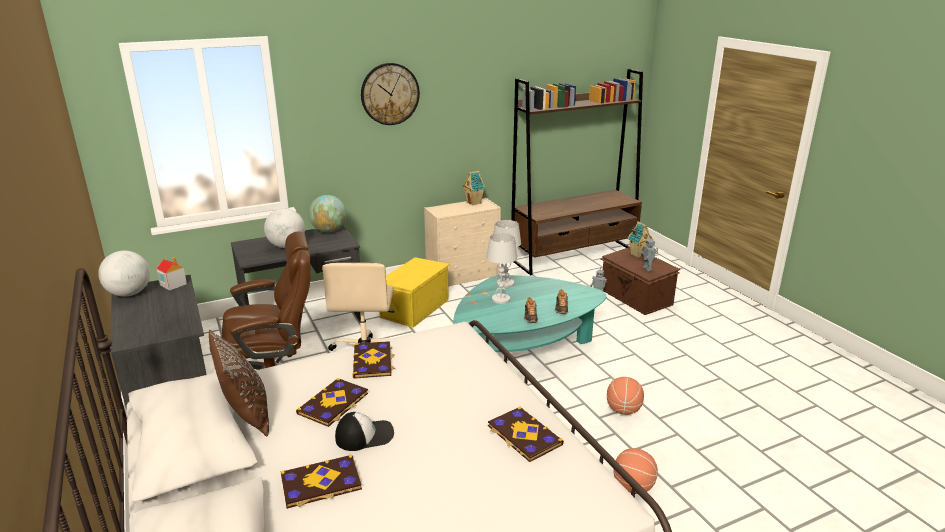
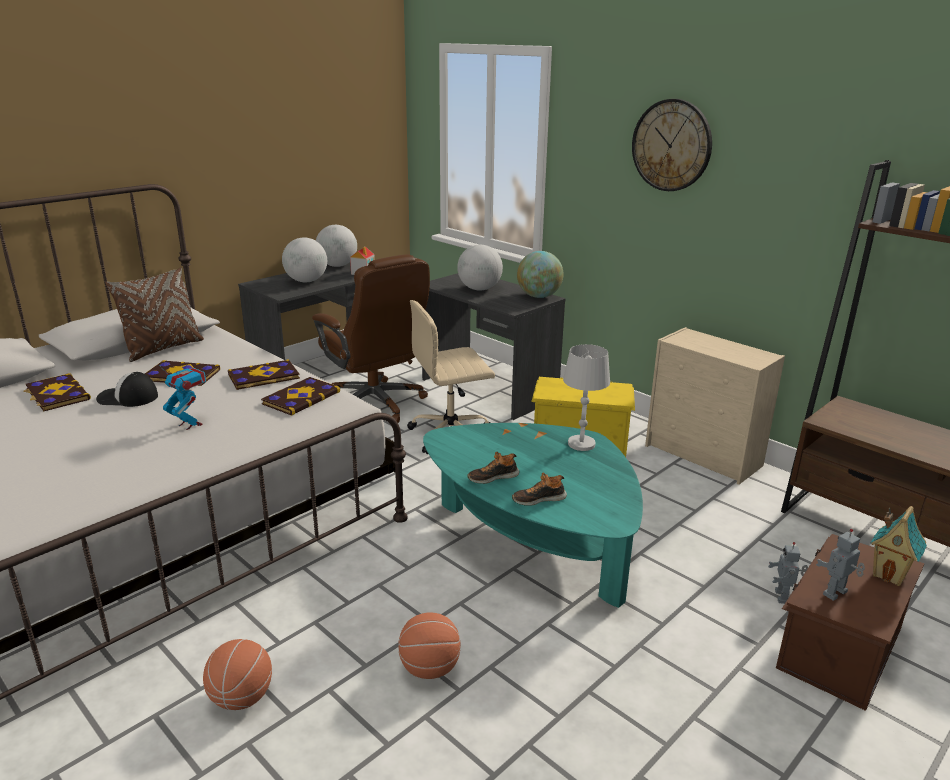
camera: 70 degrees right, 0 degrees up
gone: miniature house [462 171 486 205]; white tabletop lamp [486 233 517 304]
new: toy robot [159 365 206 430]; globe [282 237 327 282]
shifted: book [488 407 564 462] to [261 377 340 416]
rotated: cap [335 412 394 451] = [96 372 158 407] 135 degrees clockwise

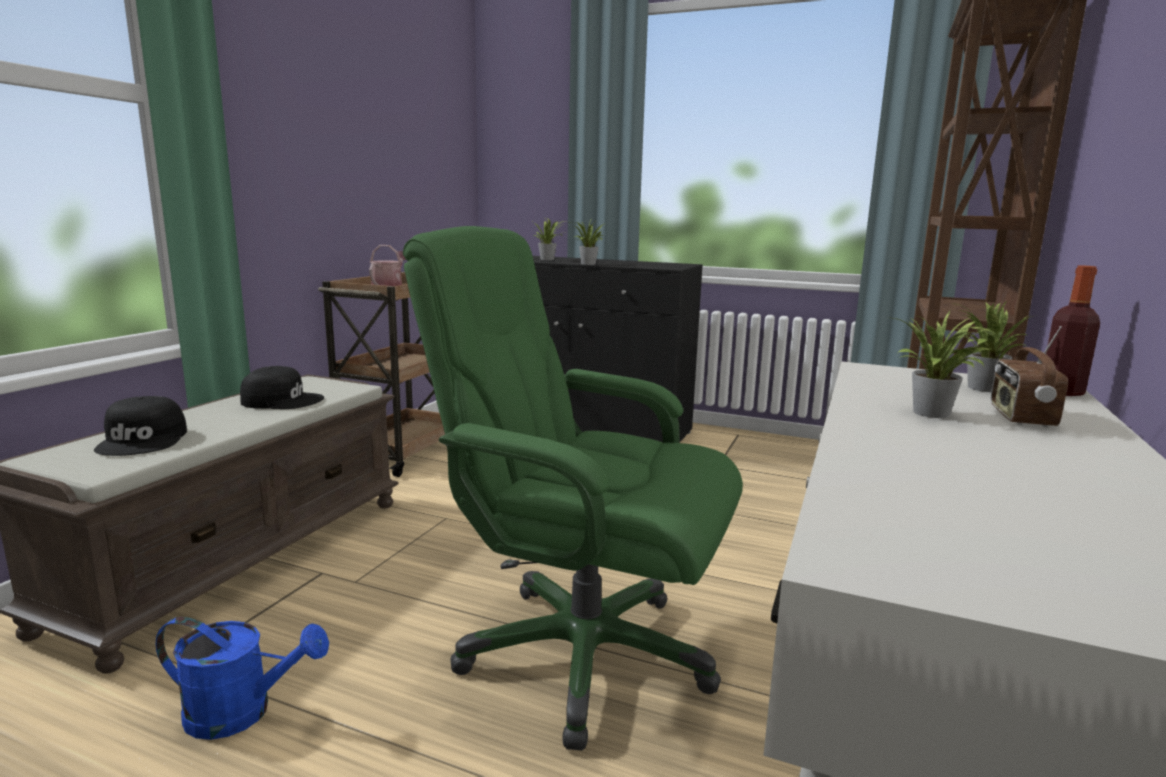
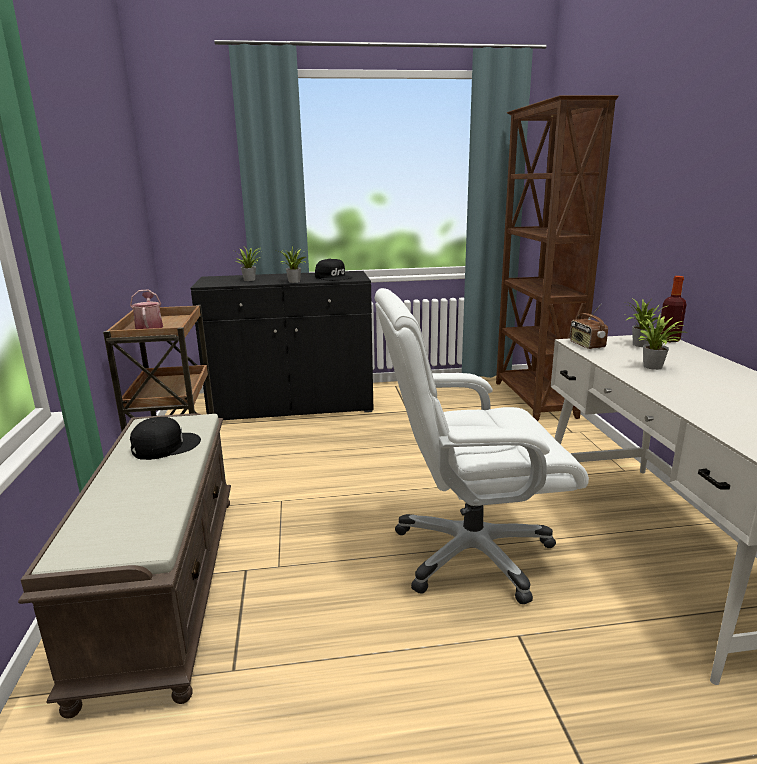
camera: 30 degrees left, 5 degrees up
gone: blue-coloured watering can [156 617 329 740]
shifted: black-coloured cap [94 396 187 456] to [315 258 352 281]; radio receiver [991 326 1068 427] to [570 304 608 349]
repainted: greenish computer chair [403 226 743 750] to white computer chair [375 288 589 605]

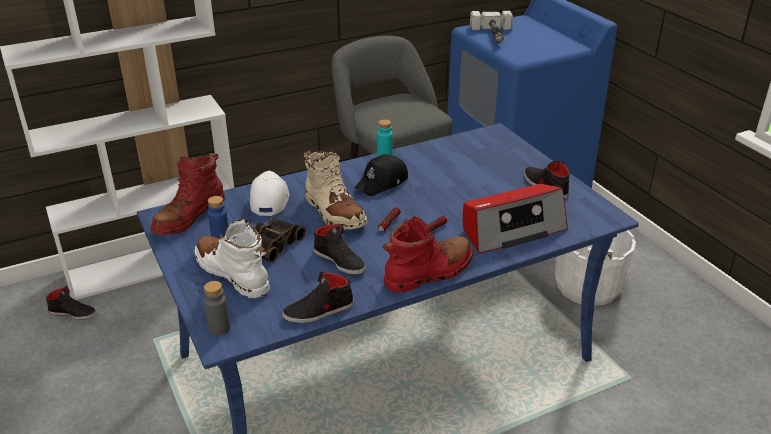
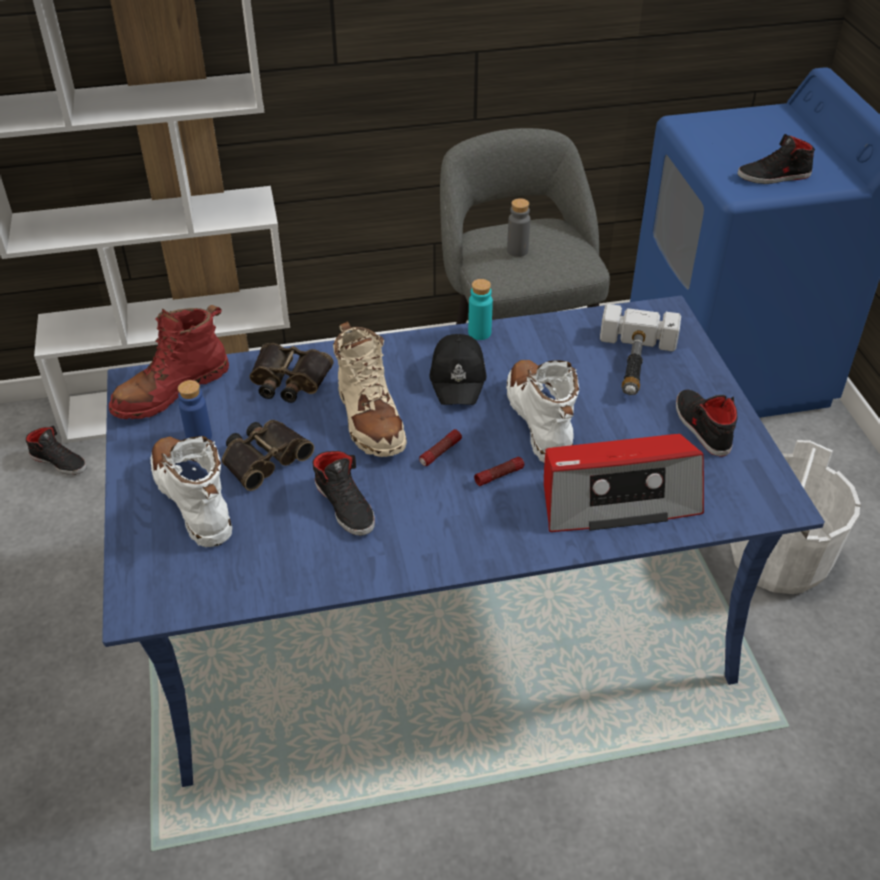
camera: 15 degrees right, 10 degrees up
gone: reddish boot [383 216 473 293]
new: white boot [506 360 579 463]
shifted: grey drink bottle [204 281 230 336] to [507 198 530 257]; hammer [470 11 513 43] to [600 304 681 395]; black-coloured item of footwear [282 272 354 323] to [737 134 815 184]
swapped: white cap [250 171 289 216] to binoculars [249 343 334 403]
rotated: black-coloured cap [354 154 408 196] = [430 334 486 405] 60 degrees counterclockwise

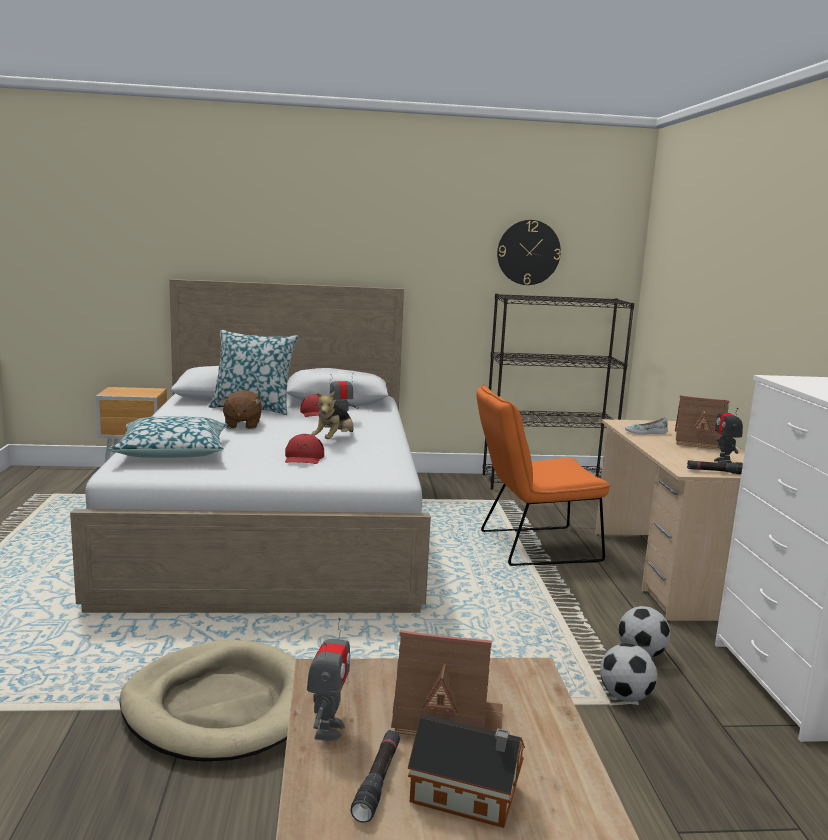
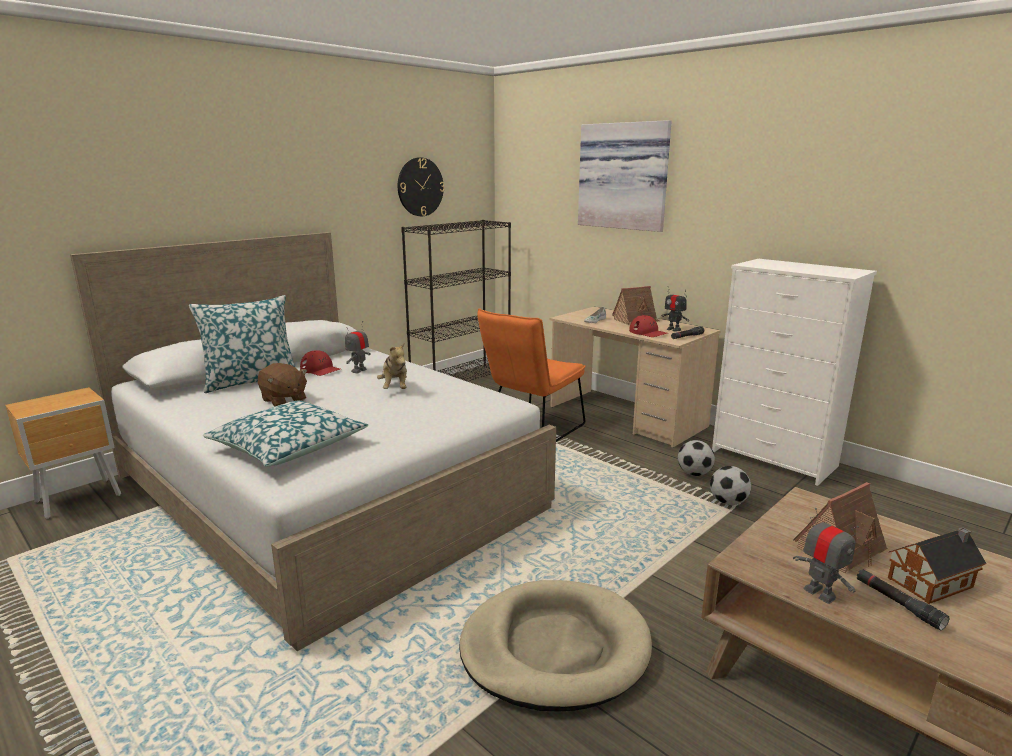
camera: 40 degrees left, 5 degrees up
new: picture [578 120 672 232]
shifted: reddish cap [285 434 324 464] to [629 315 668 337]

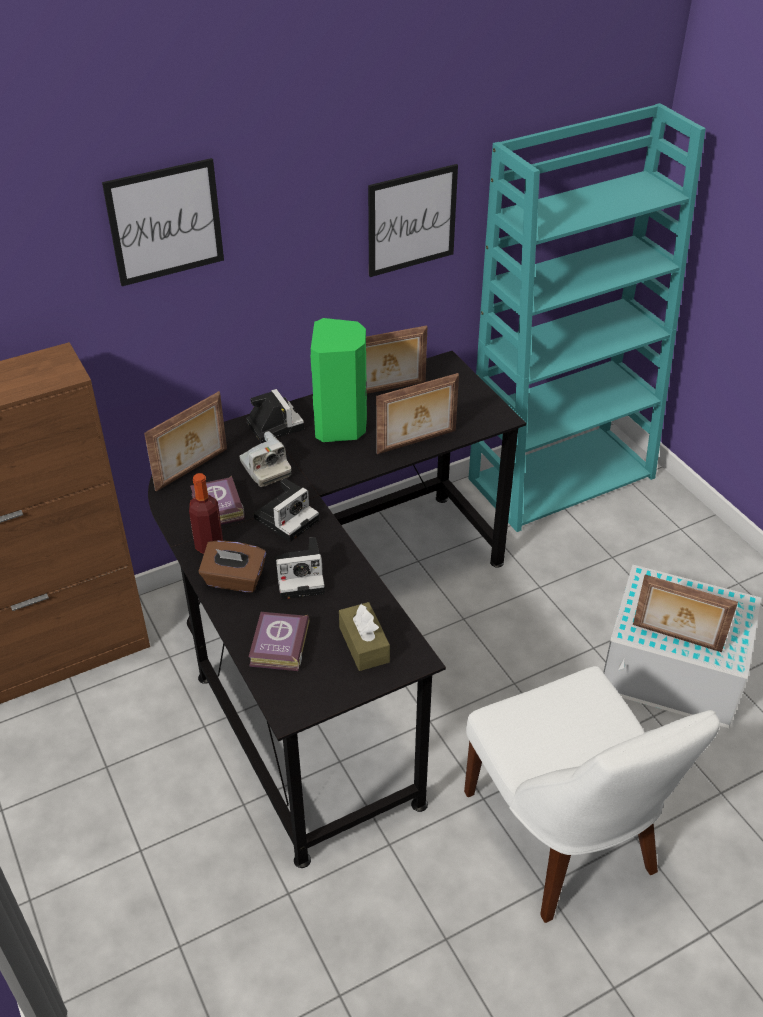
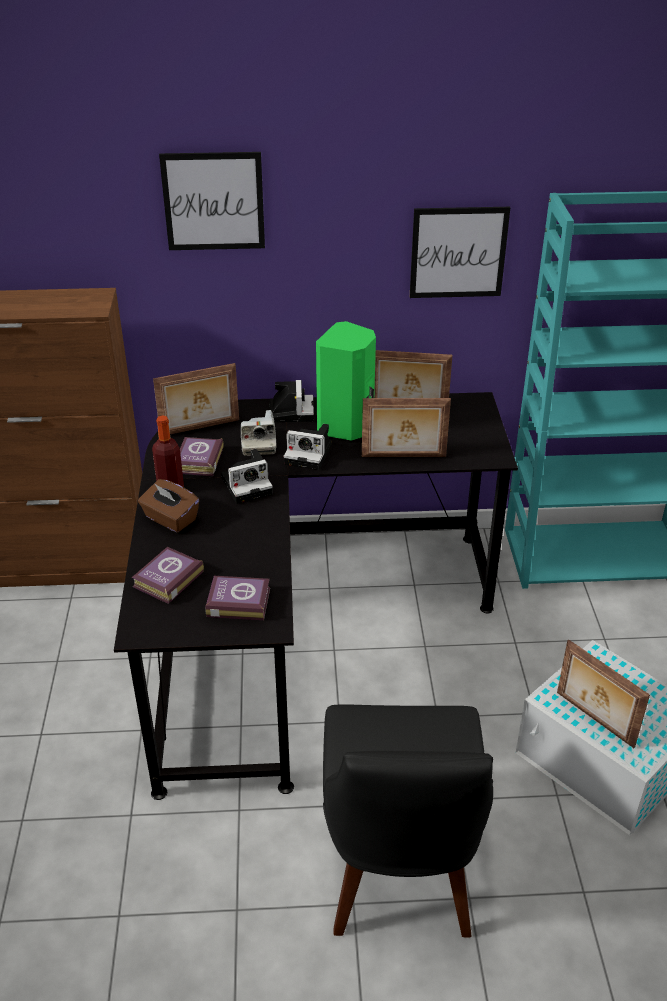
camera: 25 degrees right, 5 degrees down
shifted: still camera [275 537 325 600] to [283 424 331 470]
swapped: brown-coloured tissue holder [339 602 390 671] to book [205 576 270 620]
repainted: white chair [464 666 720 923] to black-coloured chair [323 704 493 938]

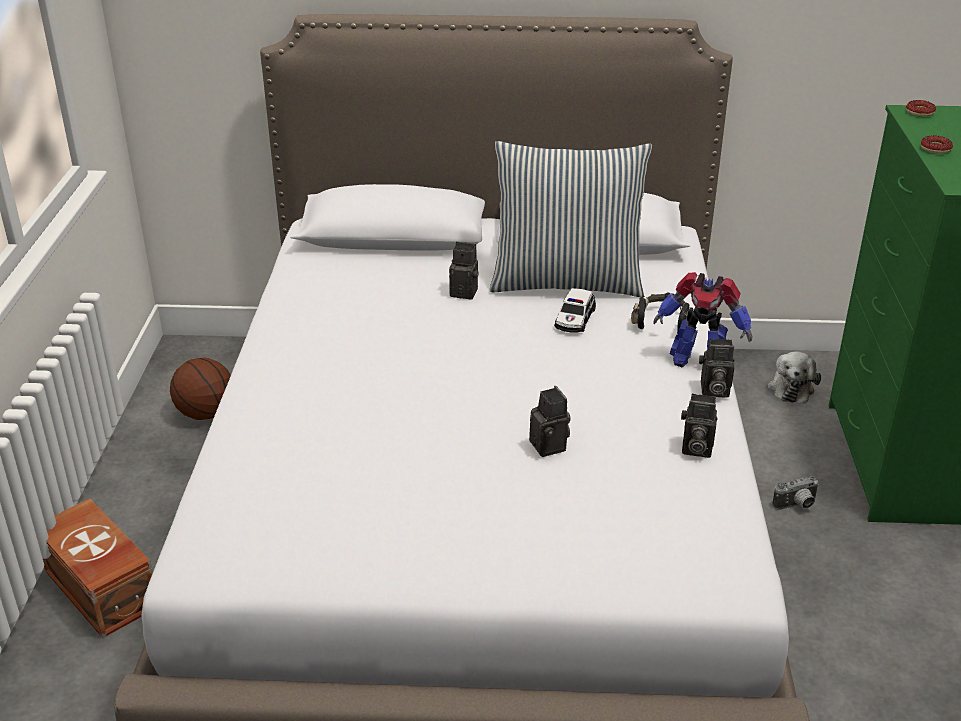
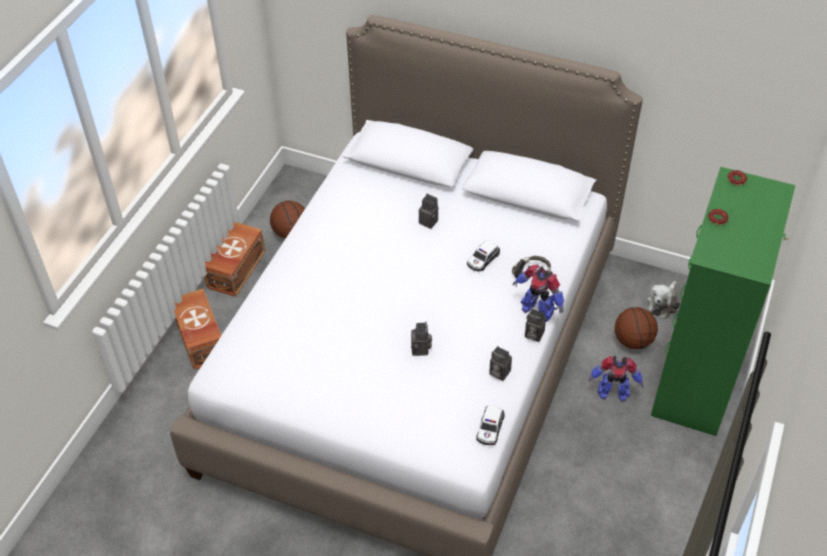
camera: 20 degrees right, 15 degrees up
gone: throw pillow [490 141 652 297]
new: brown-coloured storage box [204 222 265 297]; miniature car [476 406 505 445]; basketball [615 307 658 349]
swapped: still camera [772 476 819 510] to toy robot [589 356 643 402]

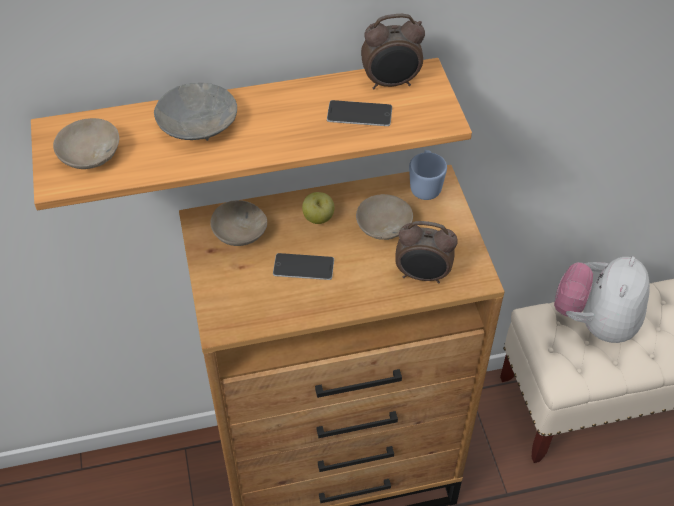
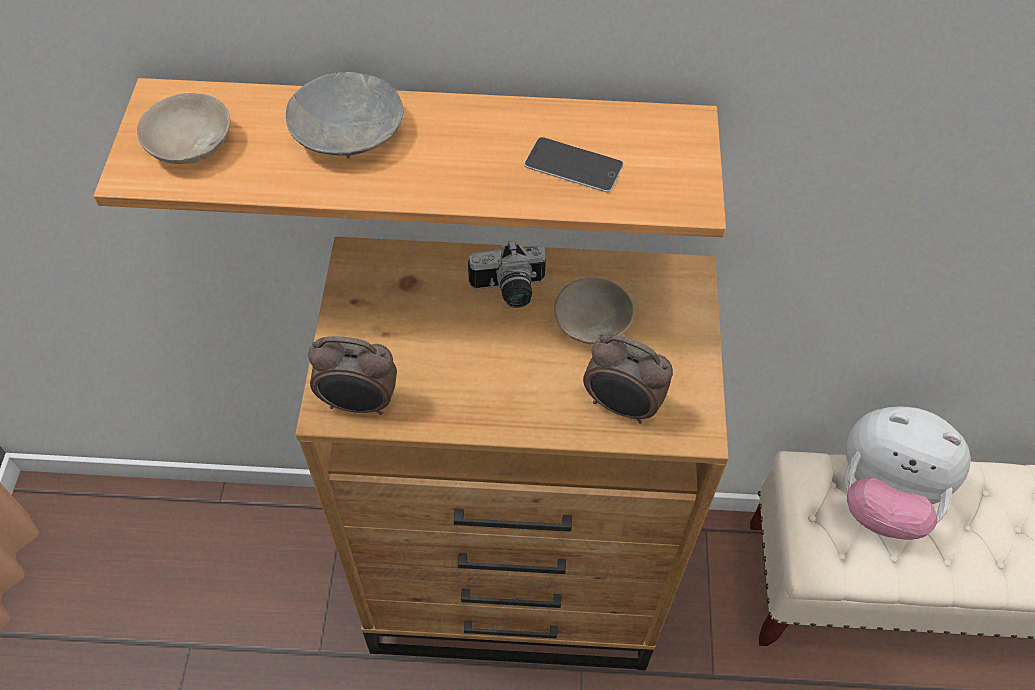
camera: 15 degrees right, 5 degrees up
gone: beige deep dish [210 200 267 246]; handset [273 253 334 280]; blue-coloured tea mug [409 150 447 200]
shifted: table clock [361 14 425 90] to [308 336 397 415]
swapped: apple [302 192 335 224] to still camera [468 240 546 308]
rotated: cuddly toy [554 256 650 343] = [845 407 971 540] 105 degrees counterclockwise

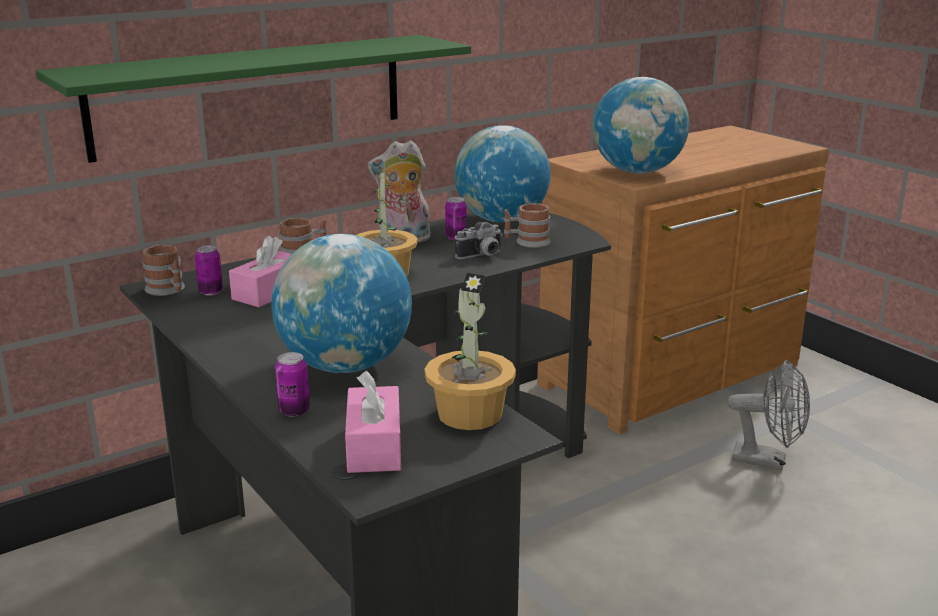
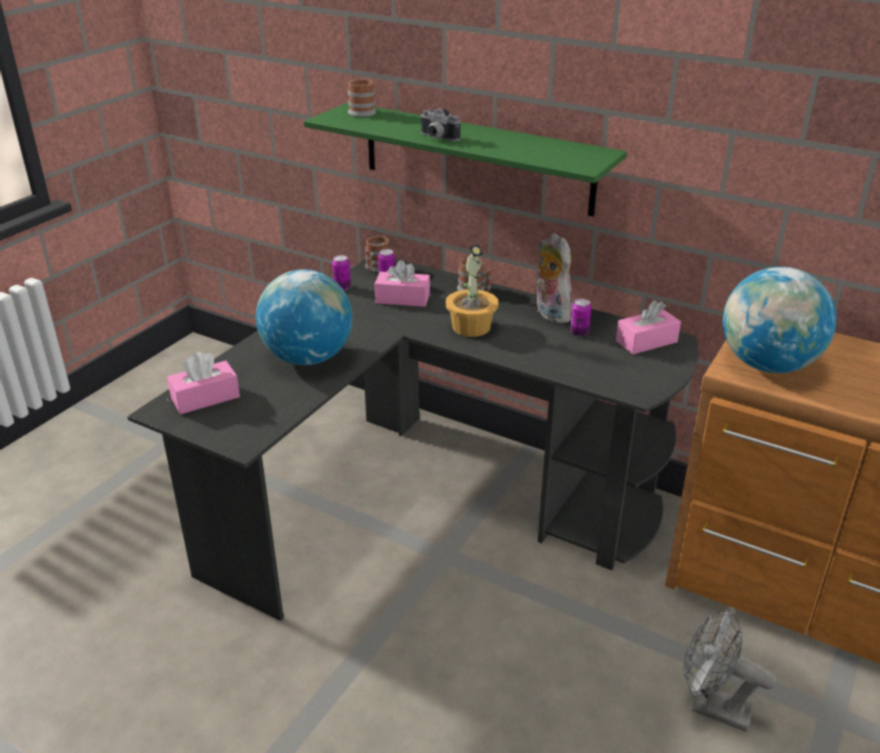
camera: 65 degrees right, 10 degrees up
gone: potted plant [425 273 516 430]
shifted: sealed can [275 352 310 417] to [332 255 351 290]; tea mug [504 203 551 248] to [348 78 376 117]; still camera [455 222 503 259] to [420 108 461 141]
swapped: globe [454 125 551 223] to pink tissue holder [616 301 681 354]
rotated: grey electric fan [727 360 810 470] = [684 608 777 732] 120 degrees clockwise

